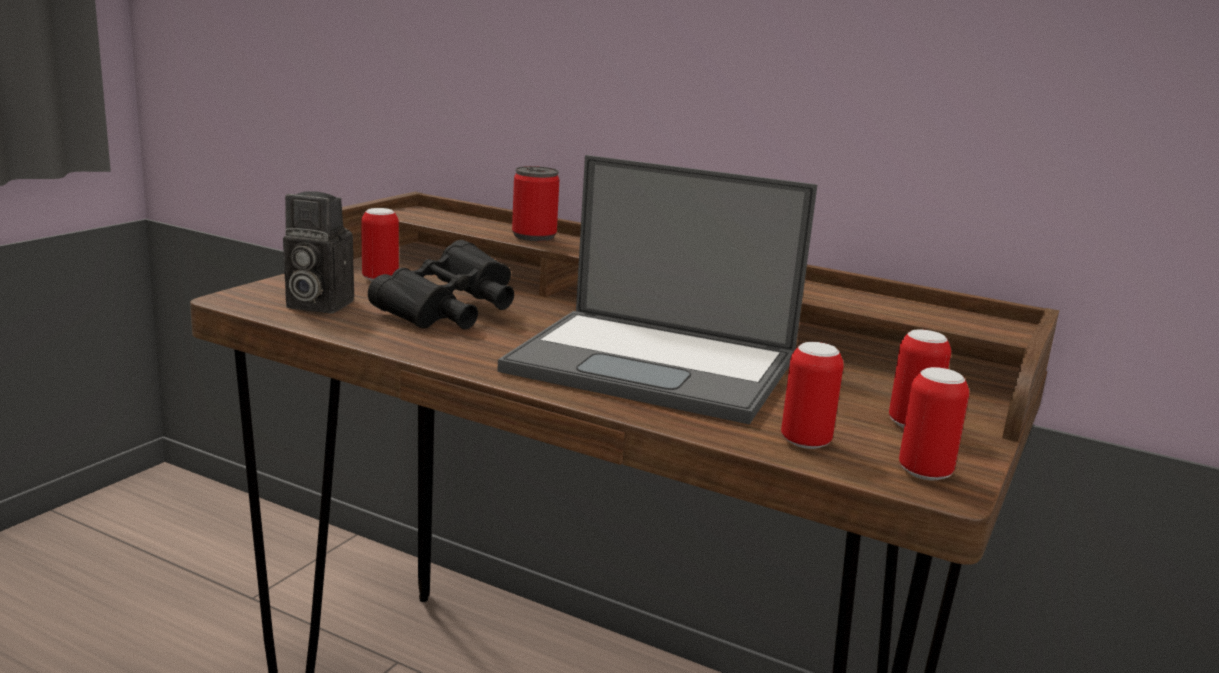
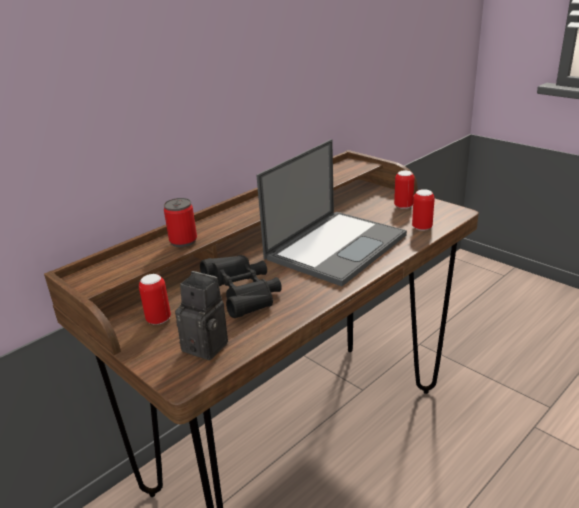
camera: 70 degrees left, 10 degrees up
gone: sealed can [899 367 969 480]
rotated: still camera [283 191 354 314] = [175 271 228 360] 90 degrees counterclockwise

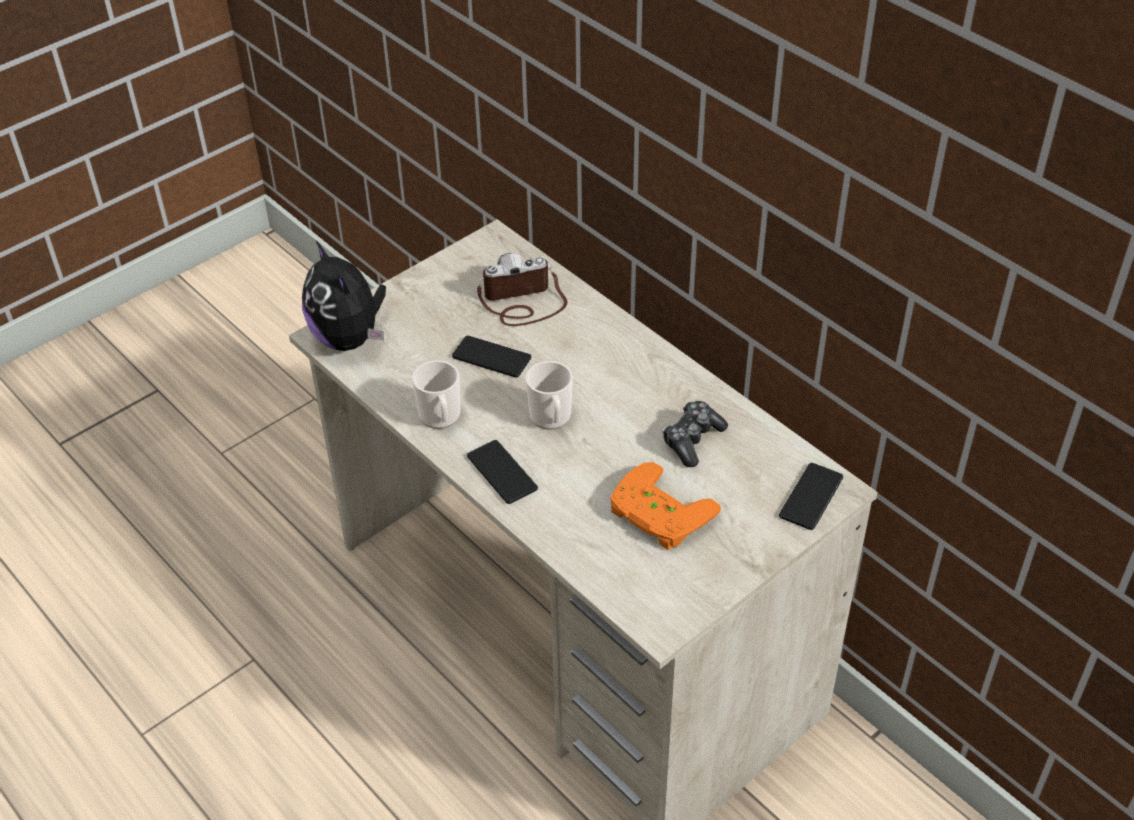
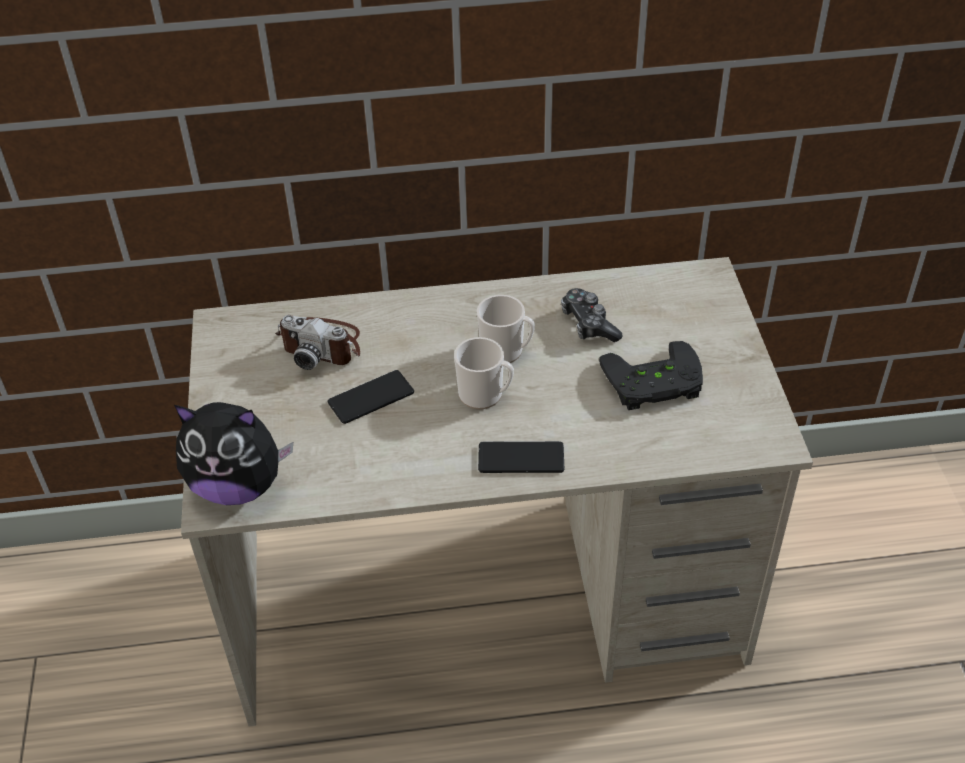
camera: 55 degrees left, 0 degrees up
gone: handset [779 463 843 530]
shifted: tea mug [412 360 460 429] to [477 295 535 363]
repainted: orange-coloured joypad [610 462 721 550] to black-coloured joypad [599 341 703 410]
rotated: still camera [477 253 567 326] = [275 315 360 370] 90 degrees counterclockwise

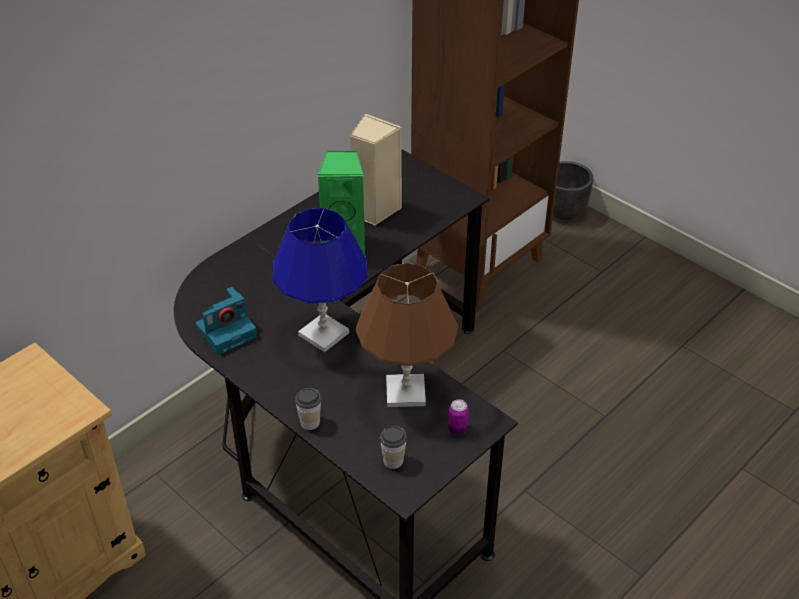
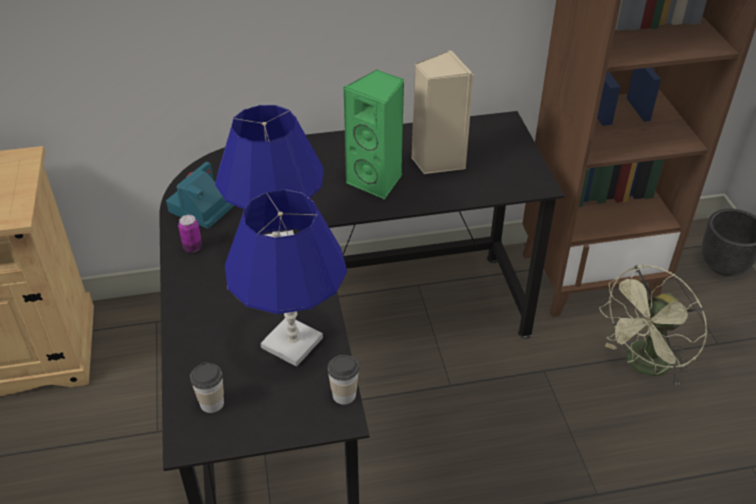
camera: 35 degrees right, 0 degrees up
new: greenish electric fan [599 265 707 385]
shifted: sealed can [448 399 469 435] to [178 215 202 252]; drinking cup [295 388 321 430] to [327 355 359 405]
repainted: brown-coloured tabletop lamp [356 263 458 407] to blue-coloured tabletop lamp [225 189 347 367]
rotated: still camera [195 287 257 355] = [166 162 235 229] 120 degrees clockwise

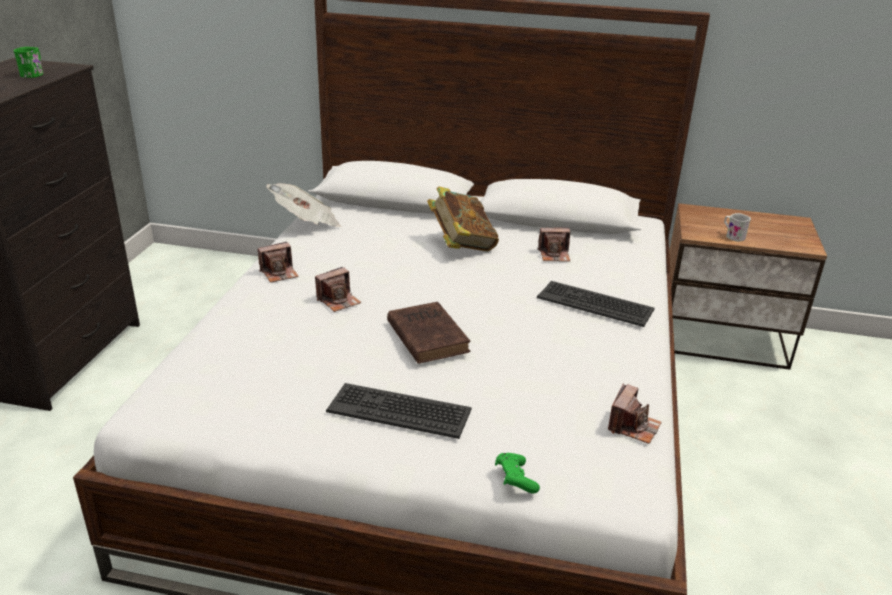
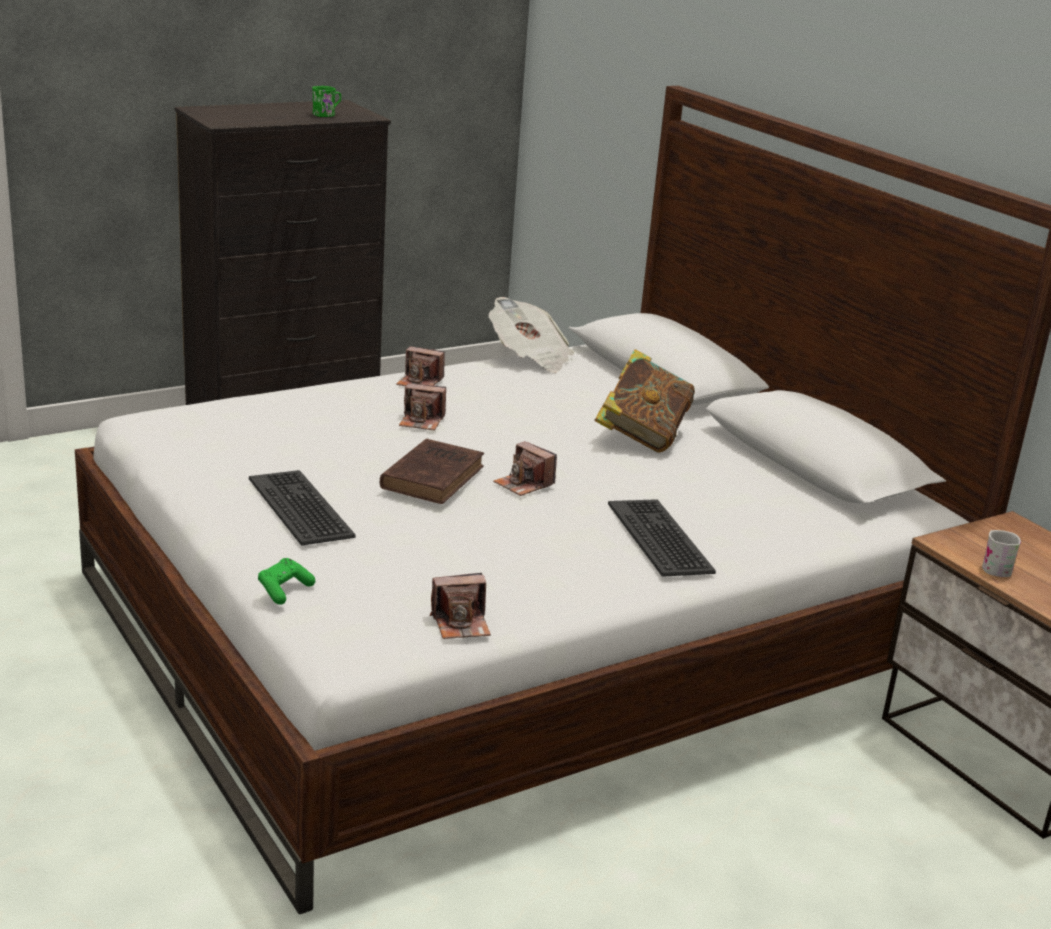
camera: 45 degrees right, 5 degrees down
shifted: still camera [537 227 570 262] to [493 441 557 496]

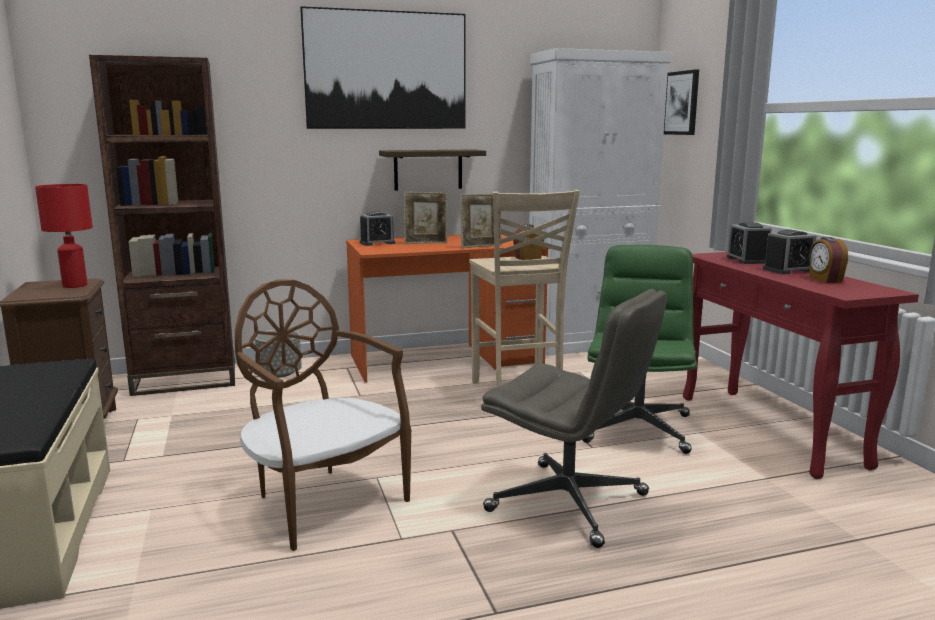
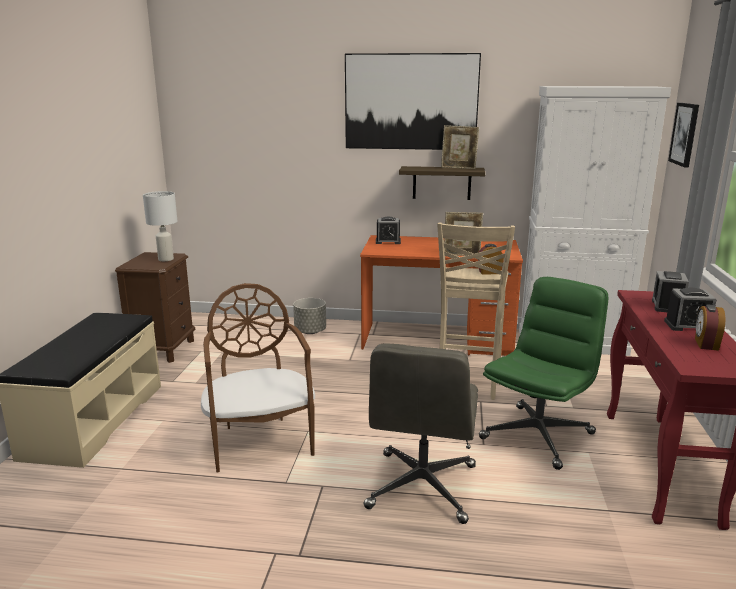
camera: 25 degrees right, 5 degrees up
gone: brown-coloured bookcase [89 55 235 396]
shifted: picture frame [404 192 447 244] to [441 125 479 169]
repainted: reddish tabletop lamp [35 184 93 288] to white tabletop lamp [143 191 178 261]
rotated: grey computer chair [481 289 667 548] = [364 343 478 524] 45 degrees clockwise

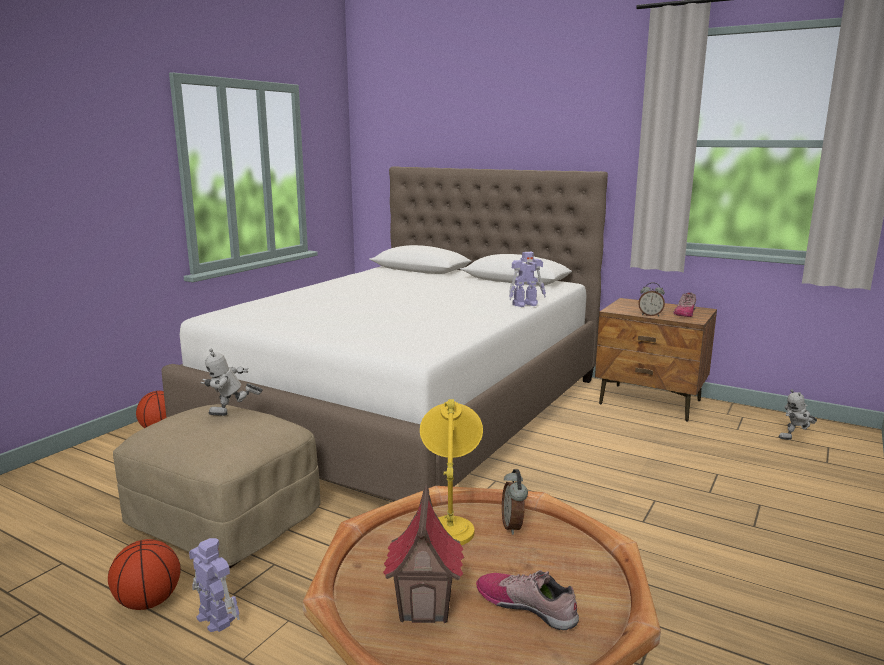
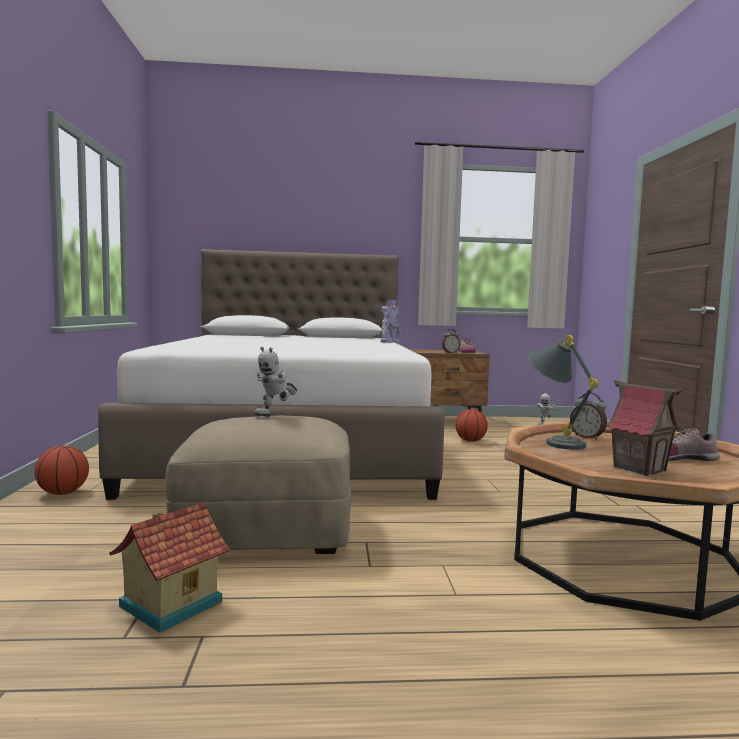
camera: 35 degrees left, 10 degrees down
gone: toy robot [189 538 240 632]
new: miniature house [109 502 230 633]
shifted: basketball [108 539 181 610] to [455 409 488 442]
repainted: yellow-coloured tabletop lamp [420 399 483 545] to grey tabletop lamp [528 335 599 450]

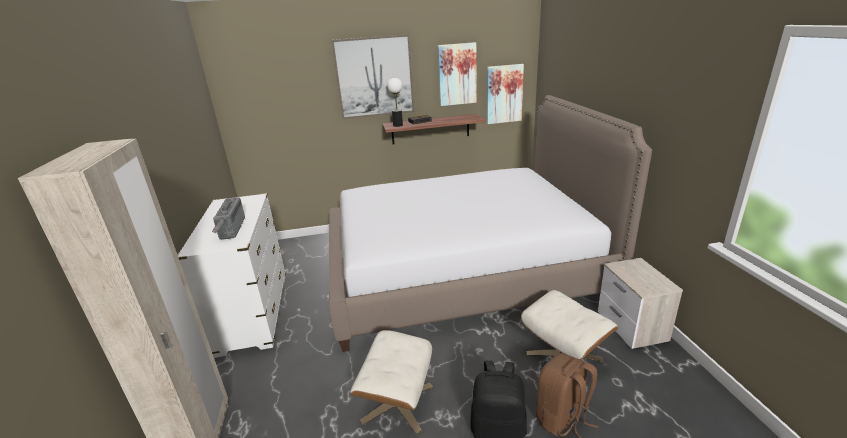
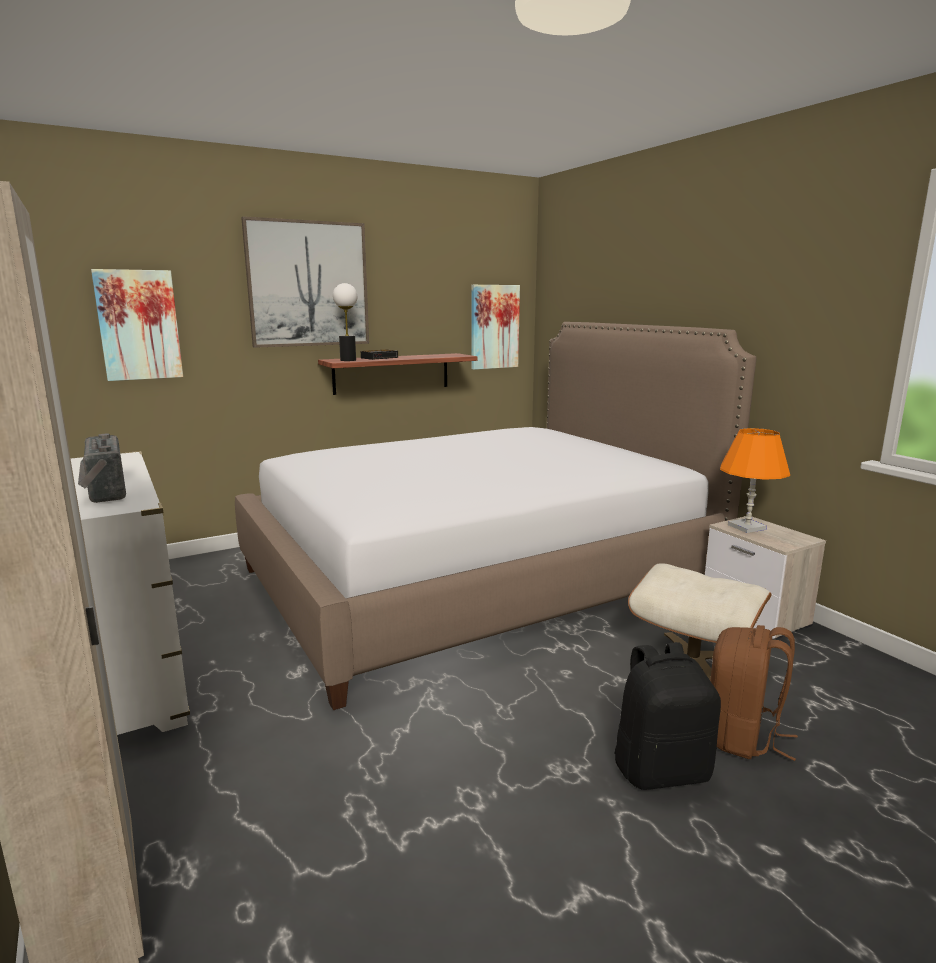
camera: 20 degrees left, 10 degrees down
gone: beige footrest [351 330 433 434]
new: orange-coloured tabletop lamp [720 428 790 533]
shifted: picture [438 42 477 106] to [91 269 183 381]

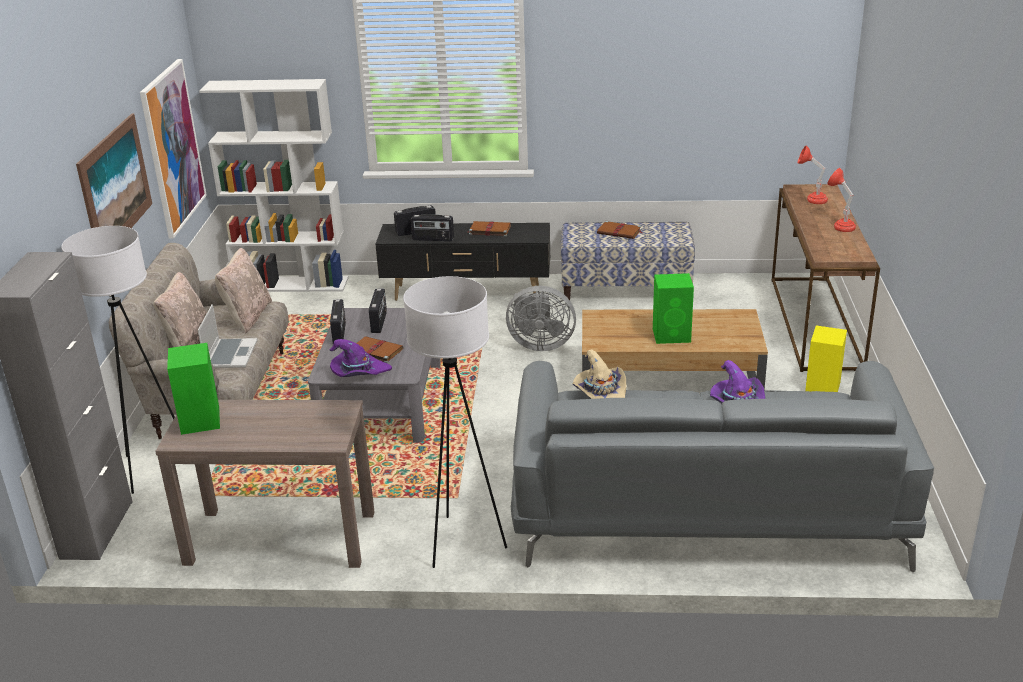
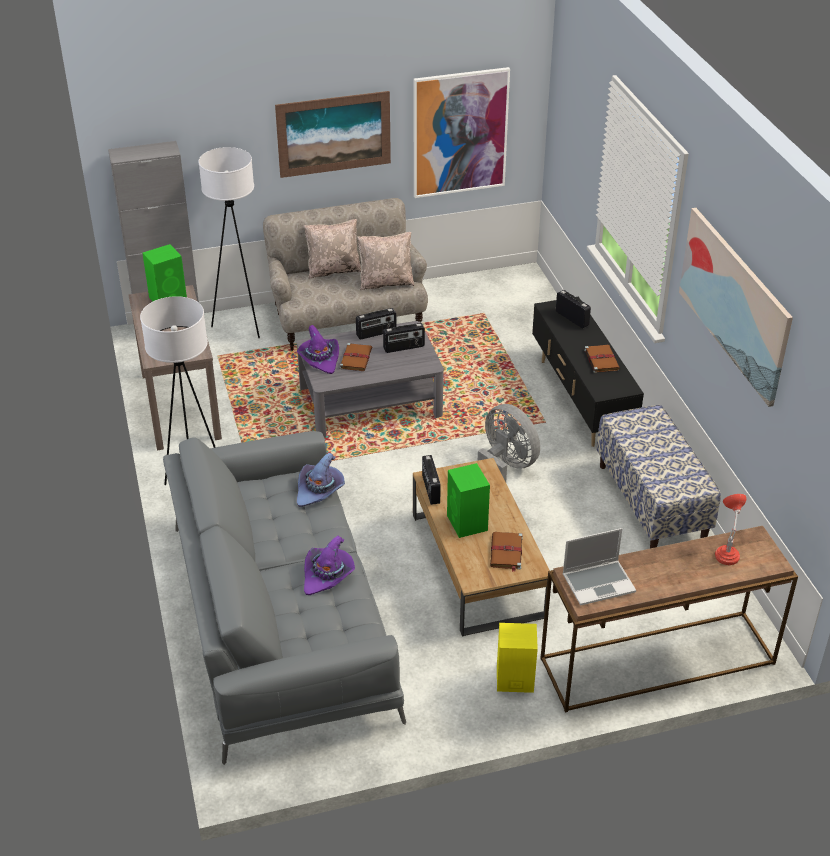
camera: 70 degrees right, 10 degrees up
gone: white bookcase [199 79 349 292]; reddish tabletop lamp [827 168 856 232]
new: picture [679 208 793 407]
shifted: radio receiver [411 214 454 241] to [422 455 441 505]; brown-coloured book [597 221 643 239] to [490 532 523 572]; portable computer [198 304 258 368] to [562 528 636 606]
repainted: beige clothing hat [572 349 626 399] to purple clothing hat [297 453 345 507]
rotated: grey electric fan [506 286 576 351] = [478 404 540 482] 150 degrees clockwise

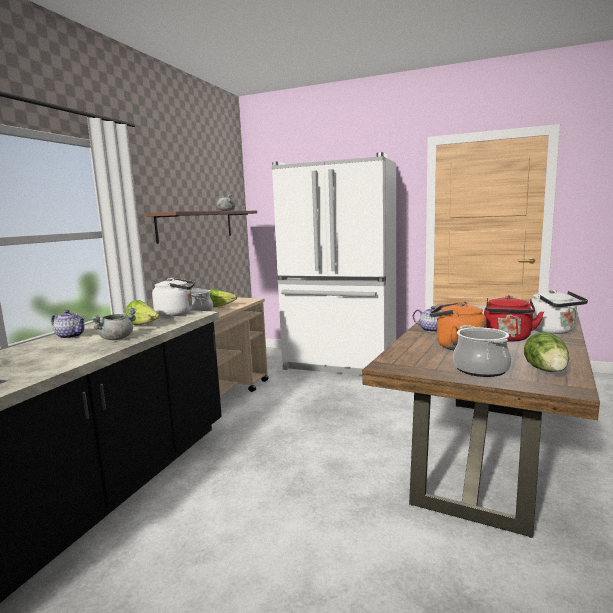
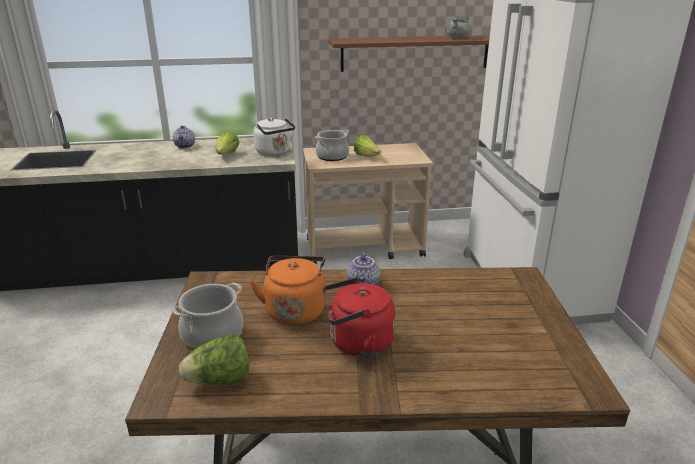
camera: 60 degrees right, 15 degrees up
gone: grey stockpot [91 308 137 340]; white water kettle [529 290 588 334]

